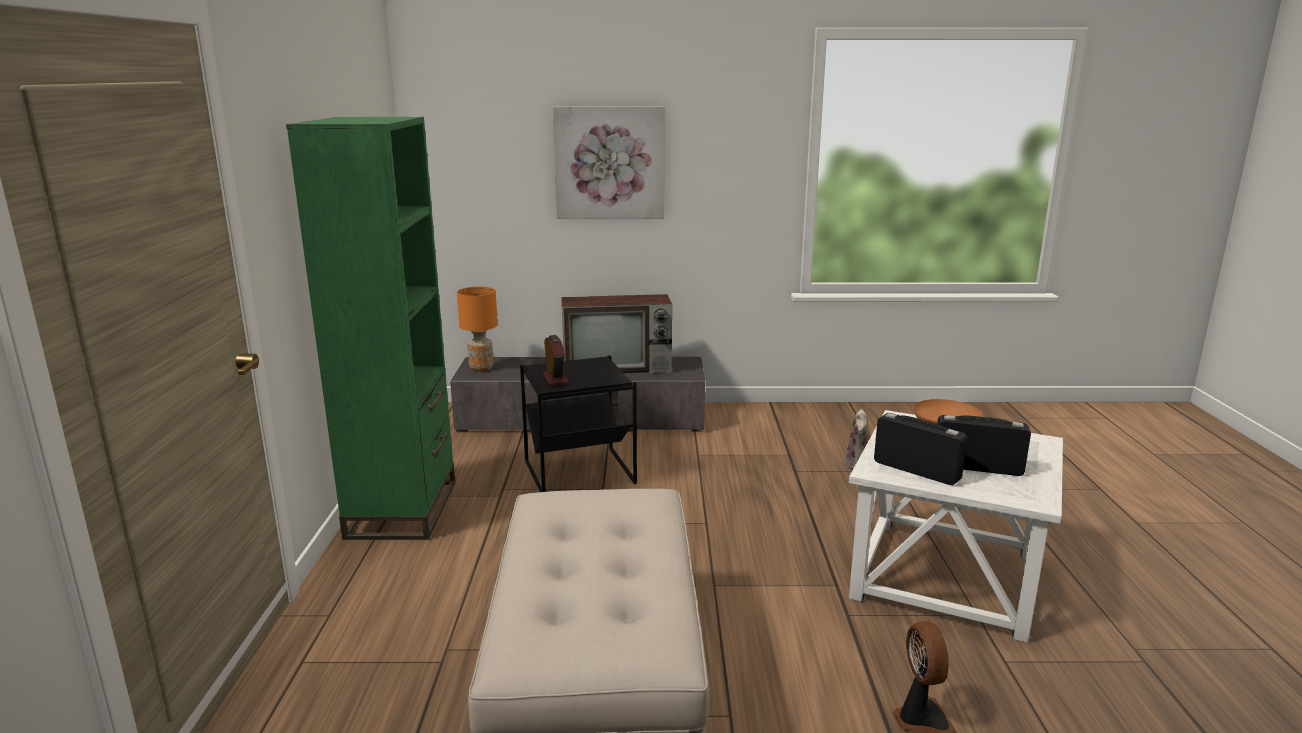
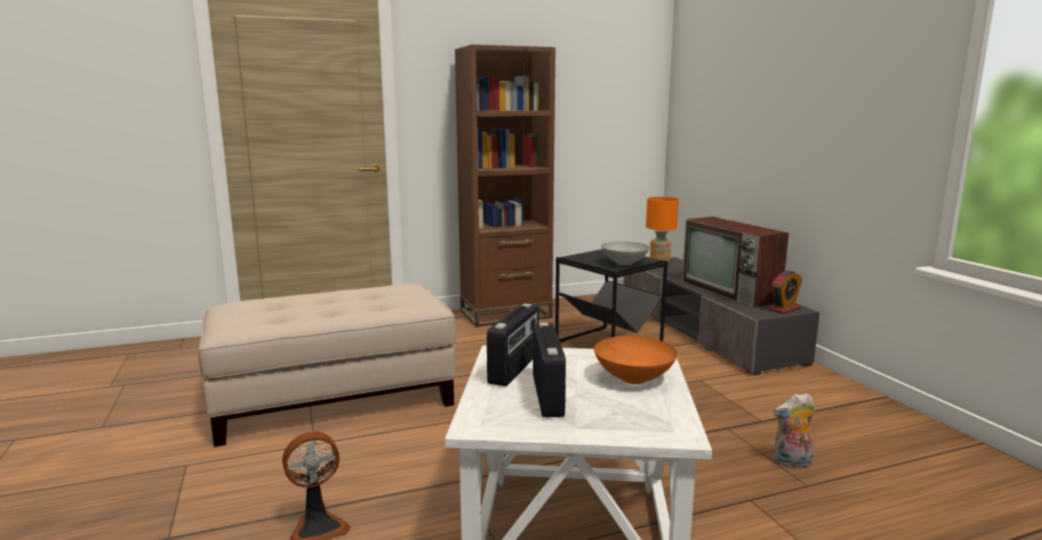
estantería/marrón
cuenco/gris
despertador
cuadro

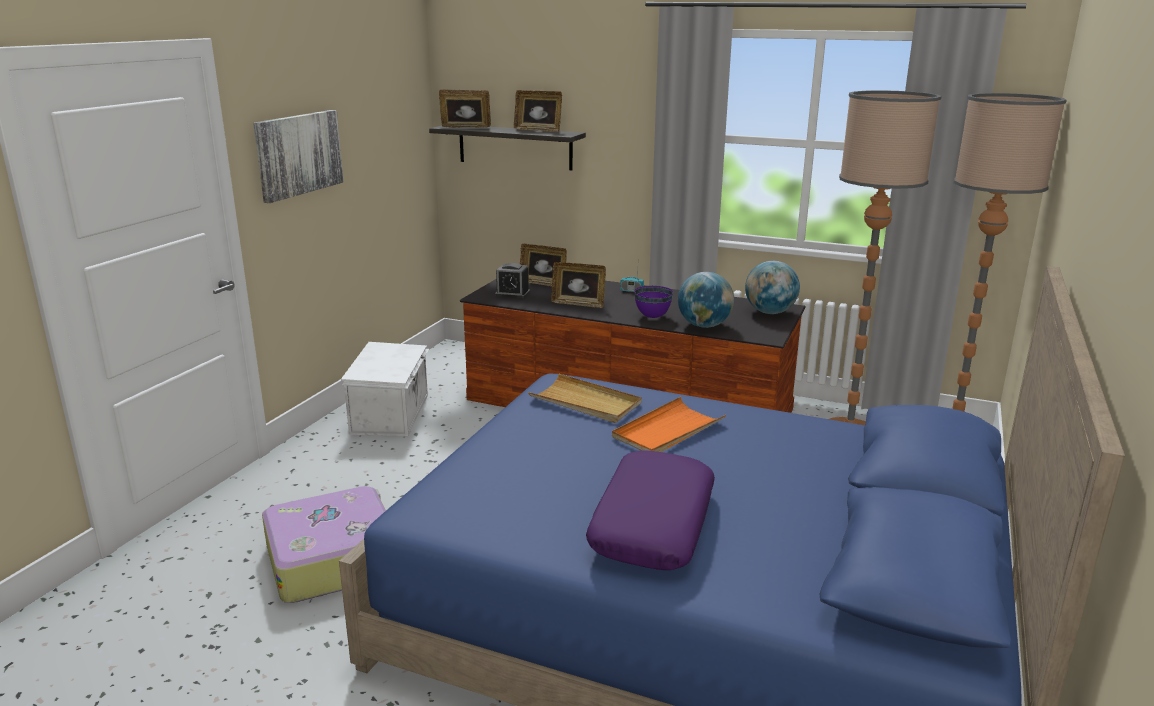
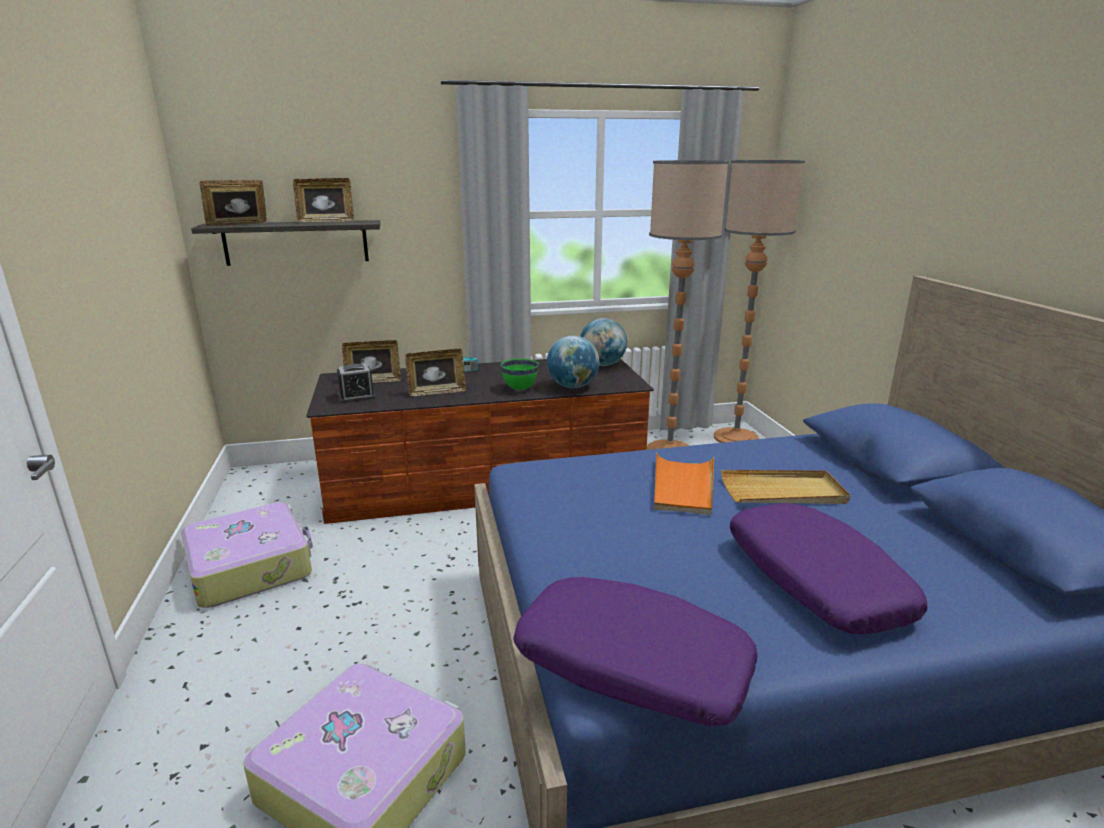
maleta (no. 1 from left)
cuenco/verde
cojín/morado (no. 1 from left)
bandeja/beis
cuadro

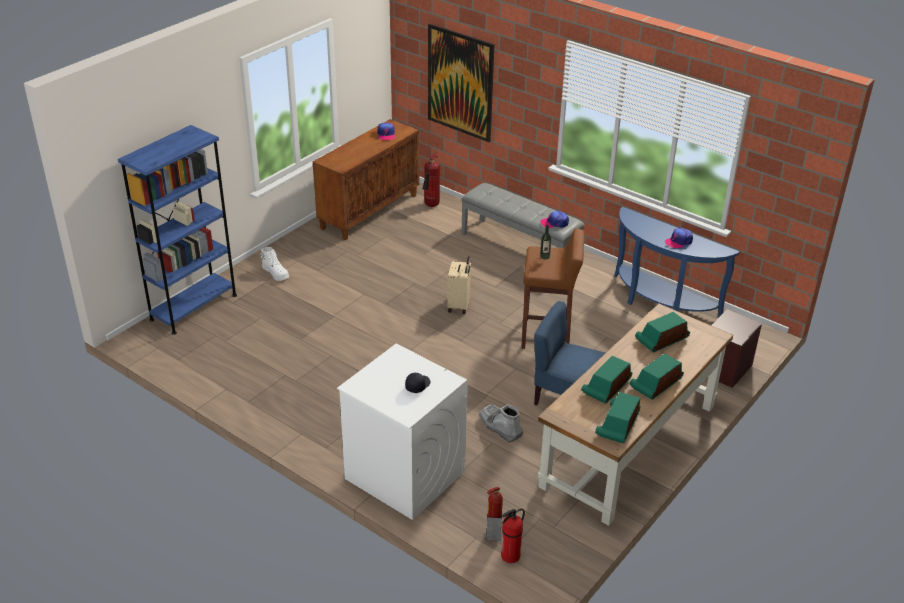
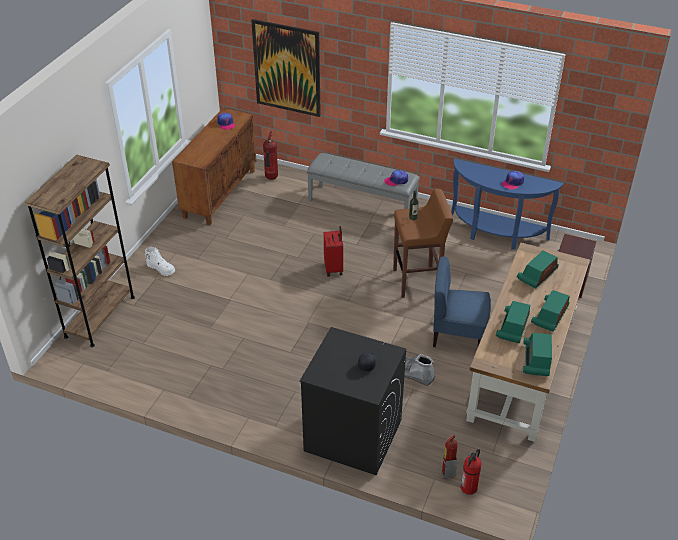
estantería/marrón
lavadora/negro
maleta/rojo

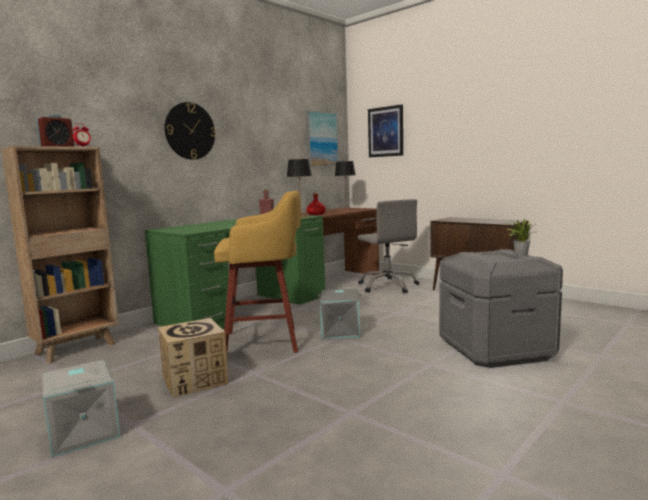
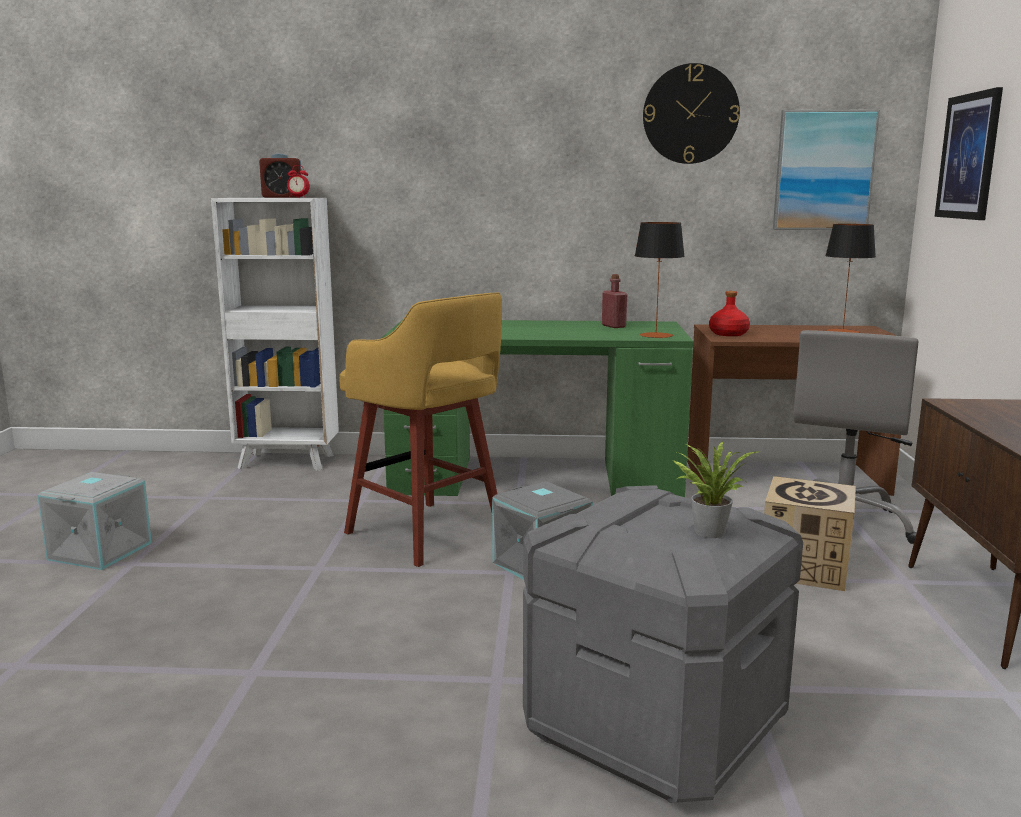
estantería/blanco
reloj de pared
caja de cartón

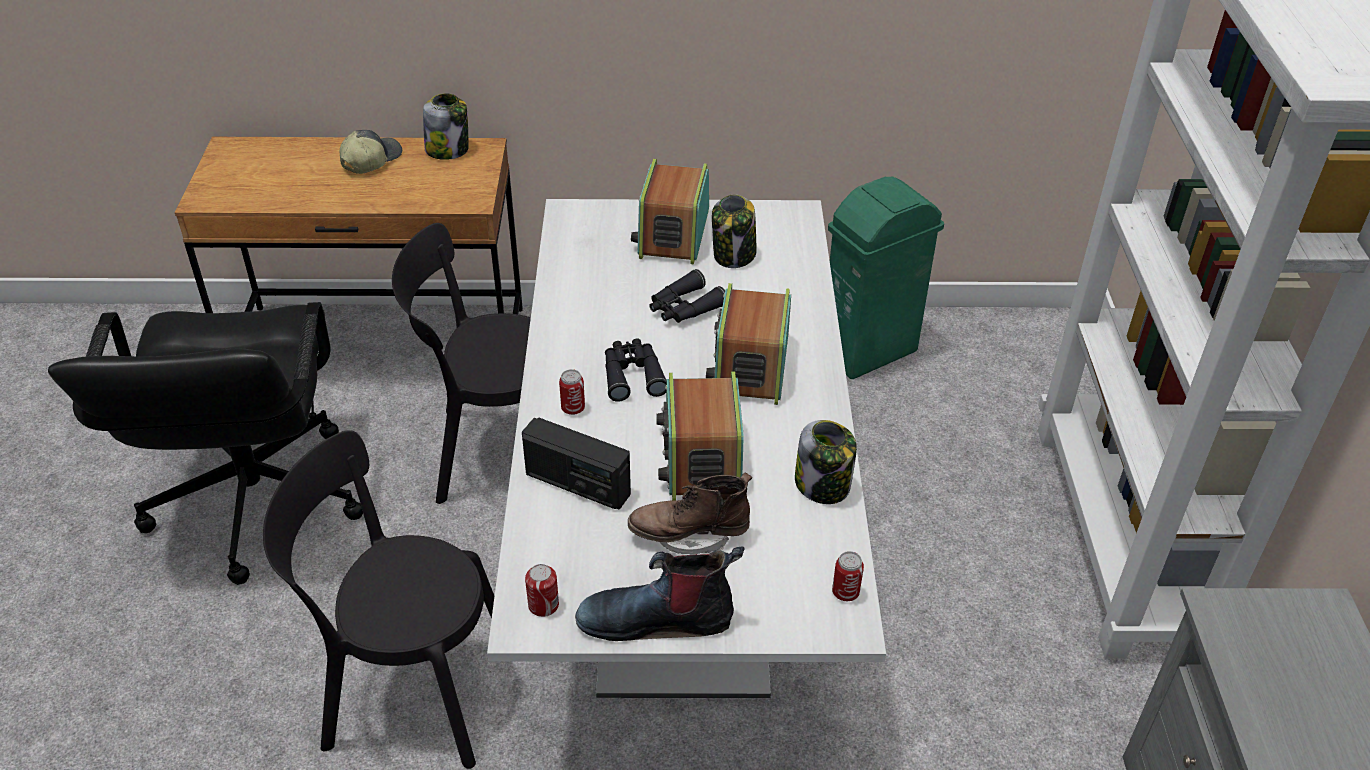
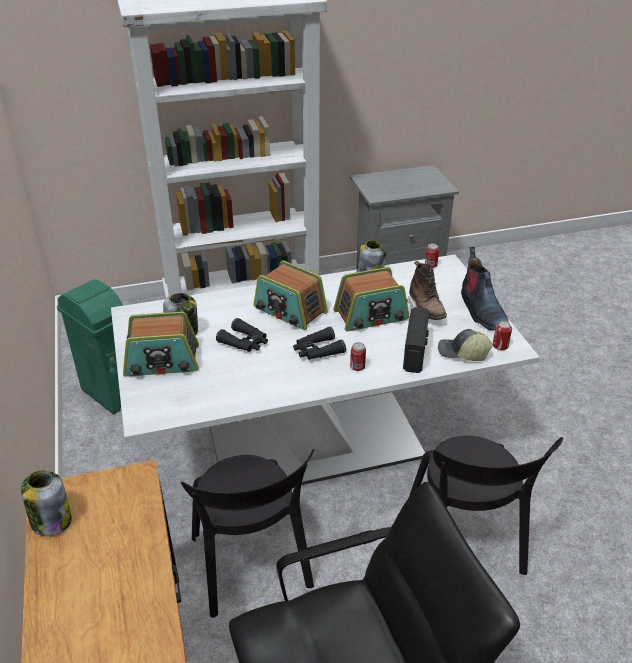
radio (no. 2 from left)
gorra

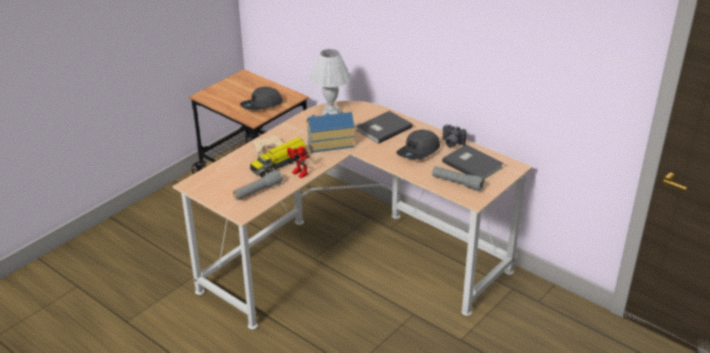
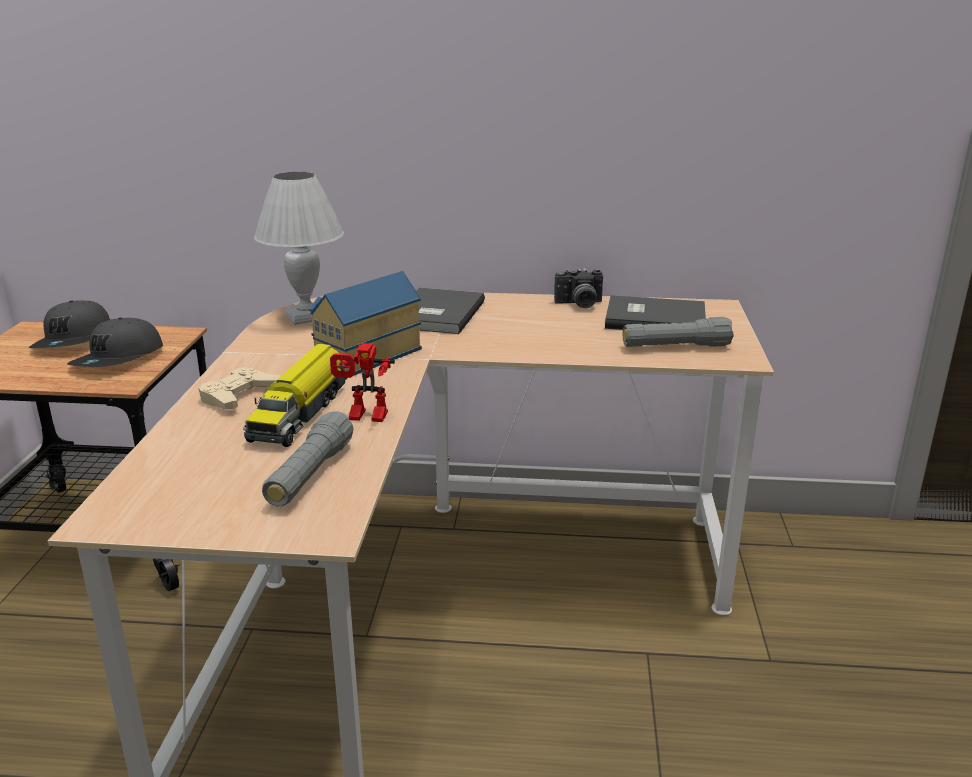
gorra/gris (no. 1 from left)

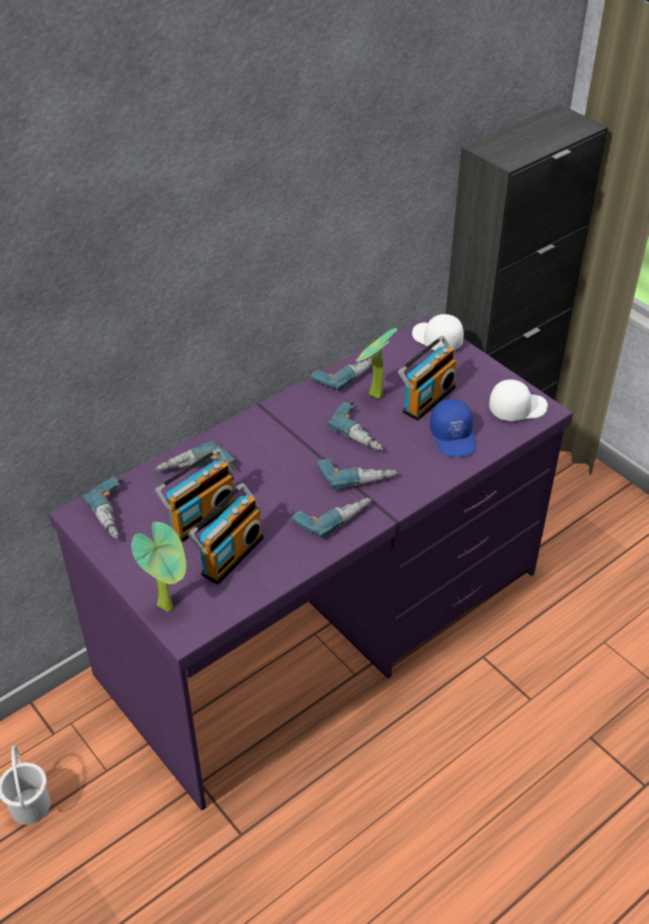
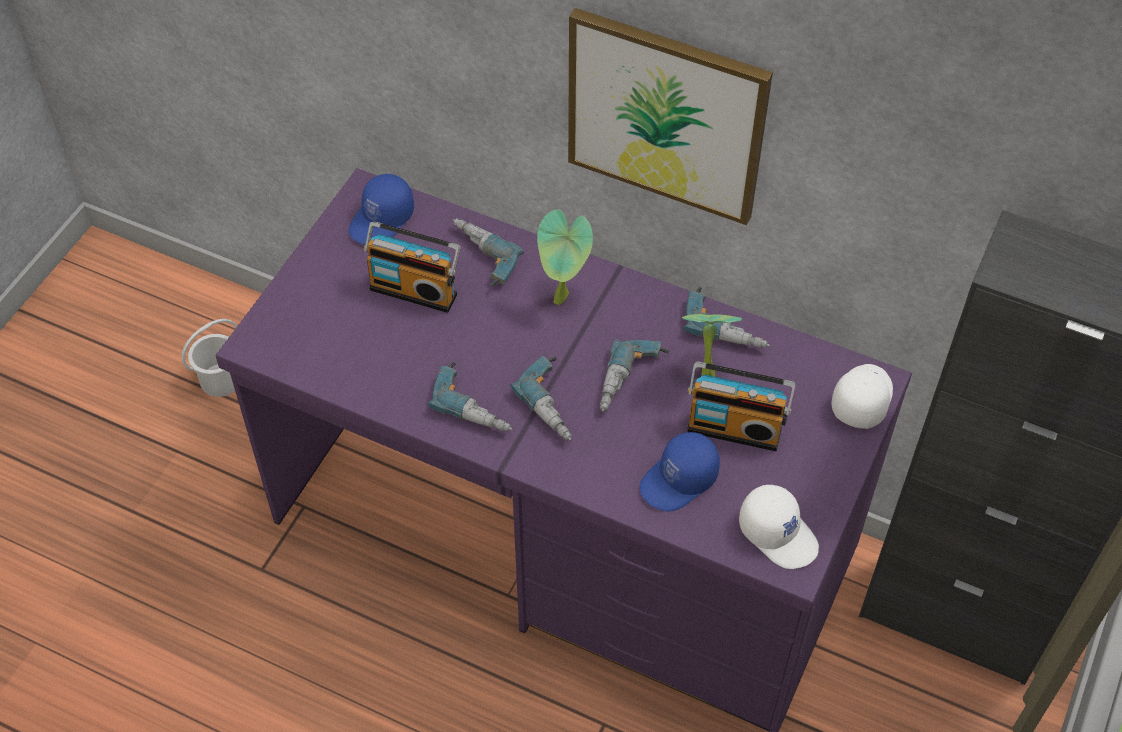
gorra/azul (no. 1 from left)
planta en maceta (no. 1 from left)
cuadro
radio (no. 2 from left in the first image)

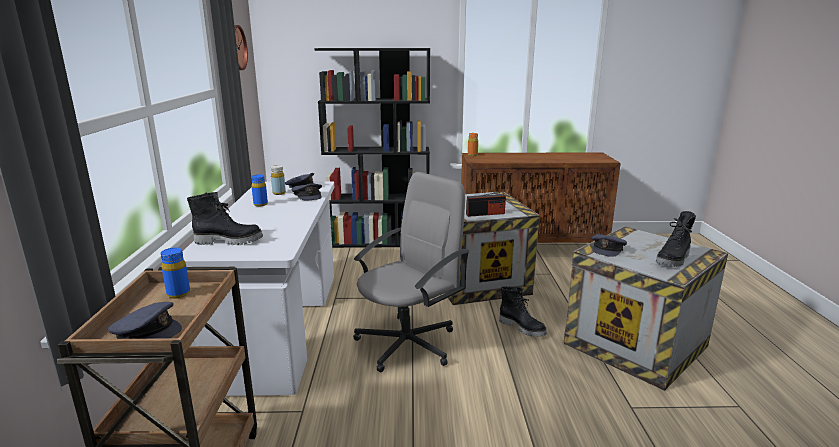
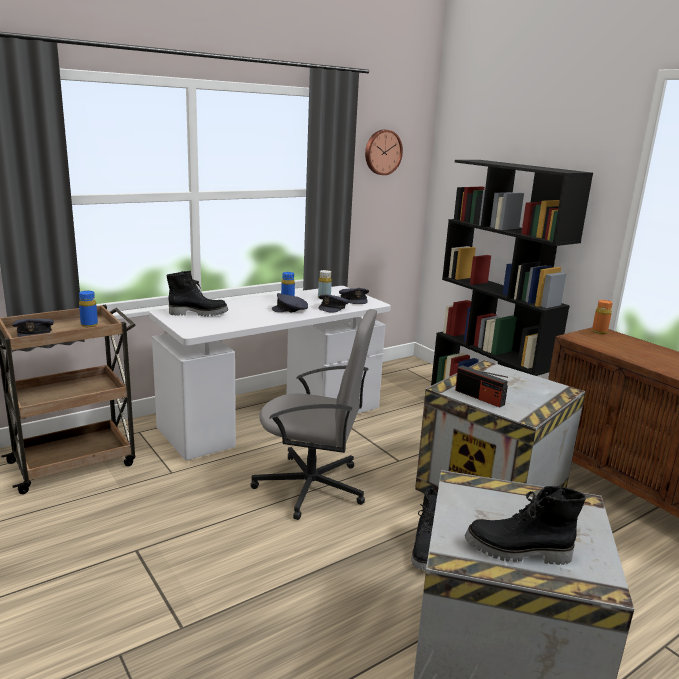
bota/negro (no. 1 from left)
gorra/gris (no. 2 from left)

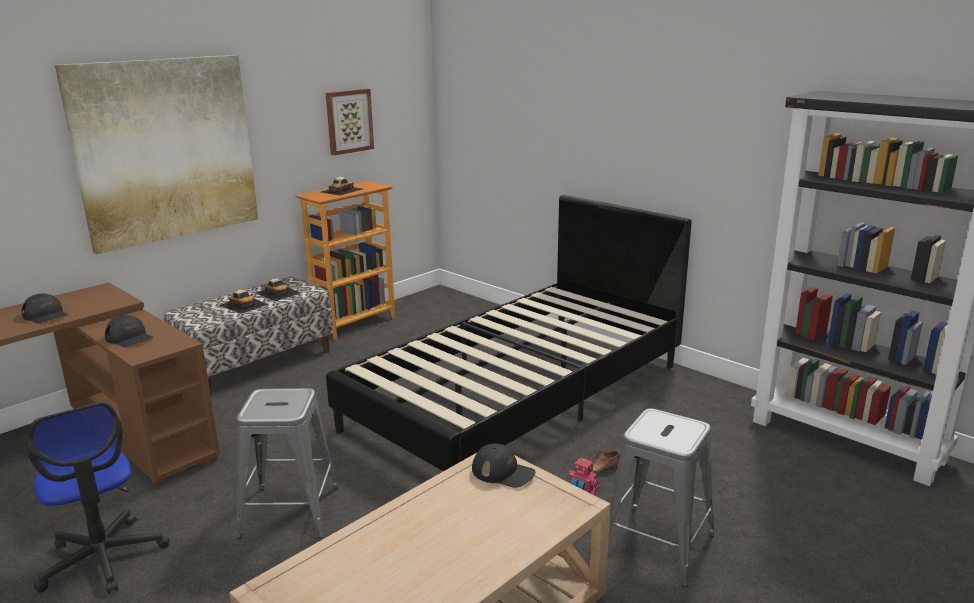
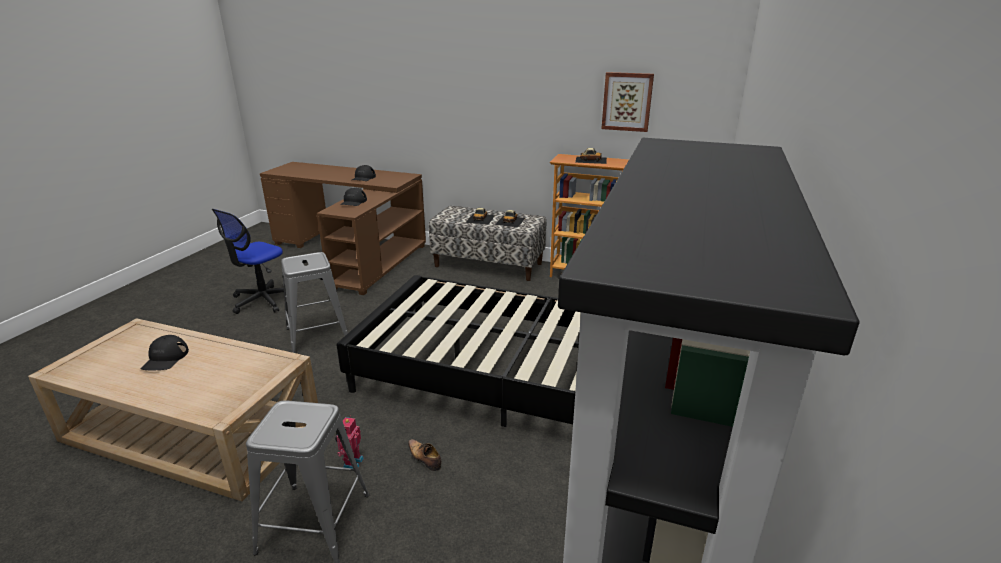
gorra/negro (no. 1 from left)
cuadro (no. 1 from left in the first image)

